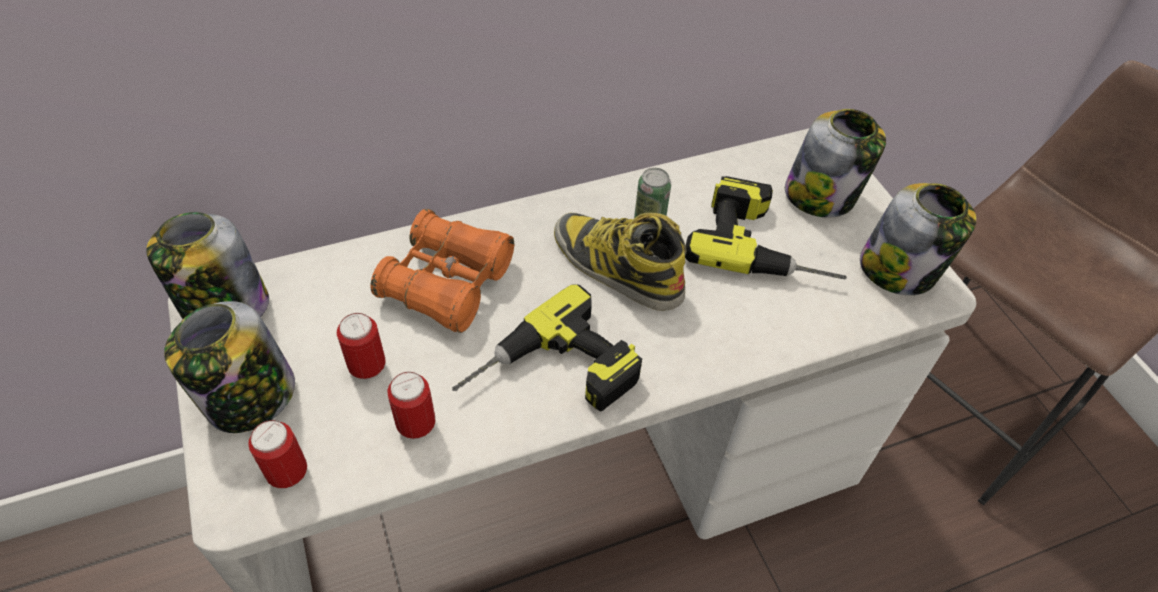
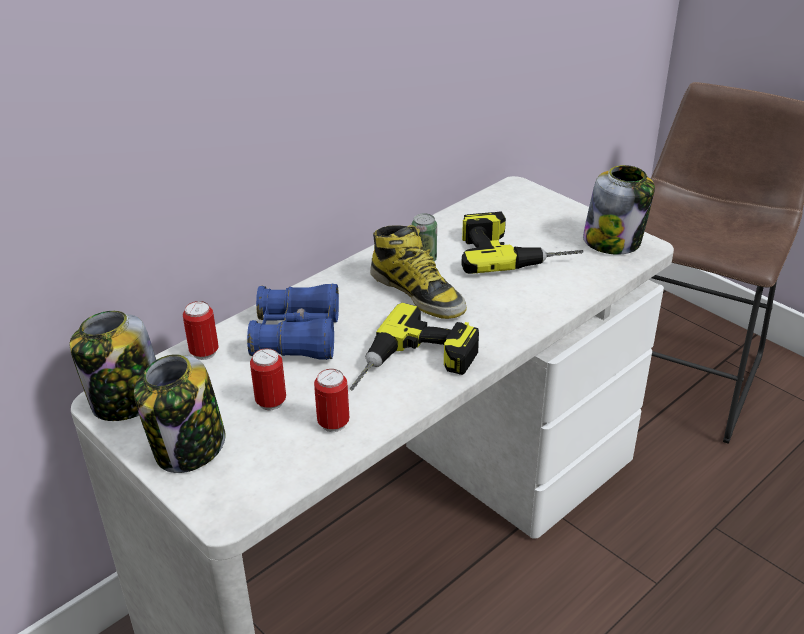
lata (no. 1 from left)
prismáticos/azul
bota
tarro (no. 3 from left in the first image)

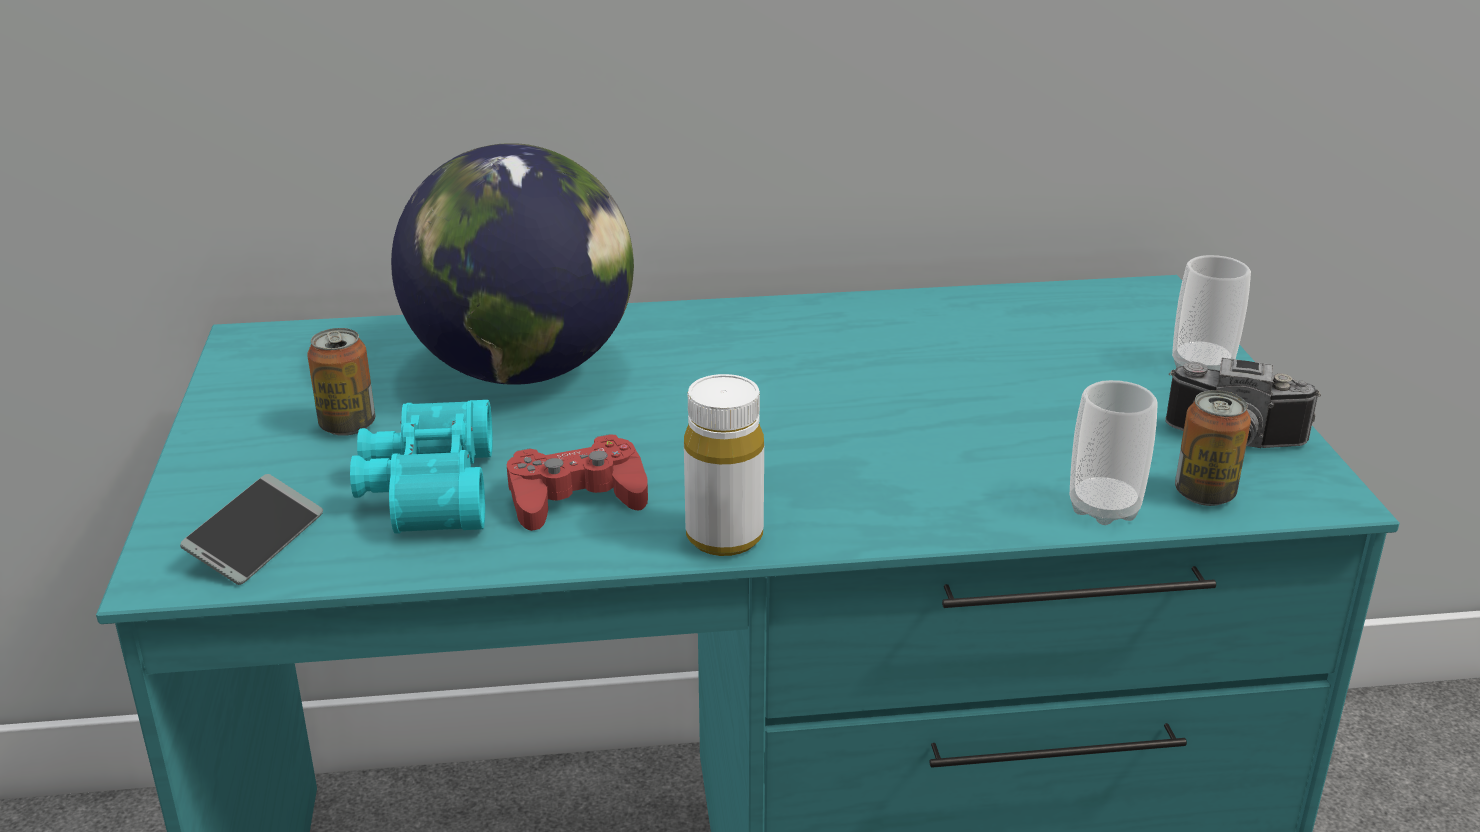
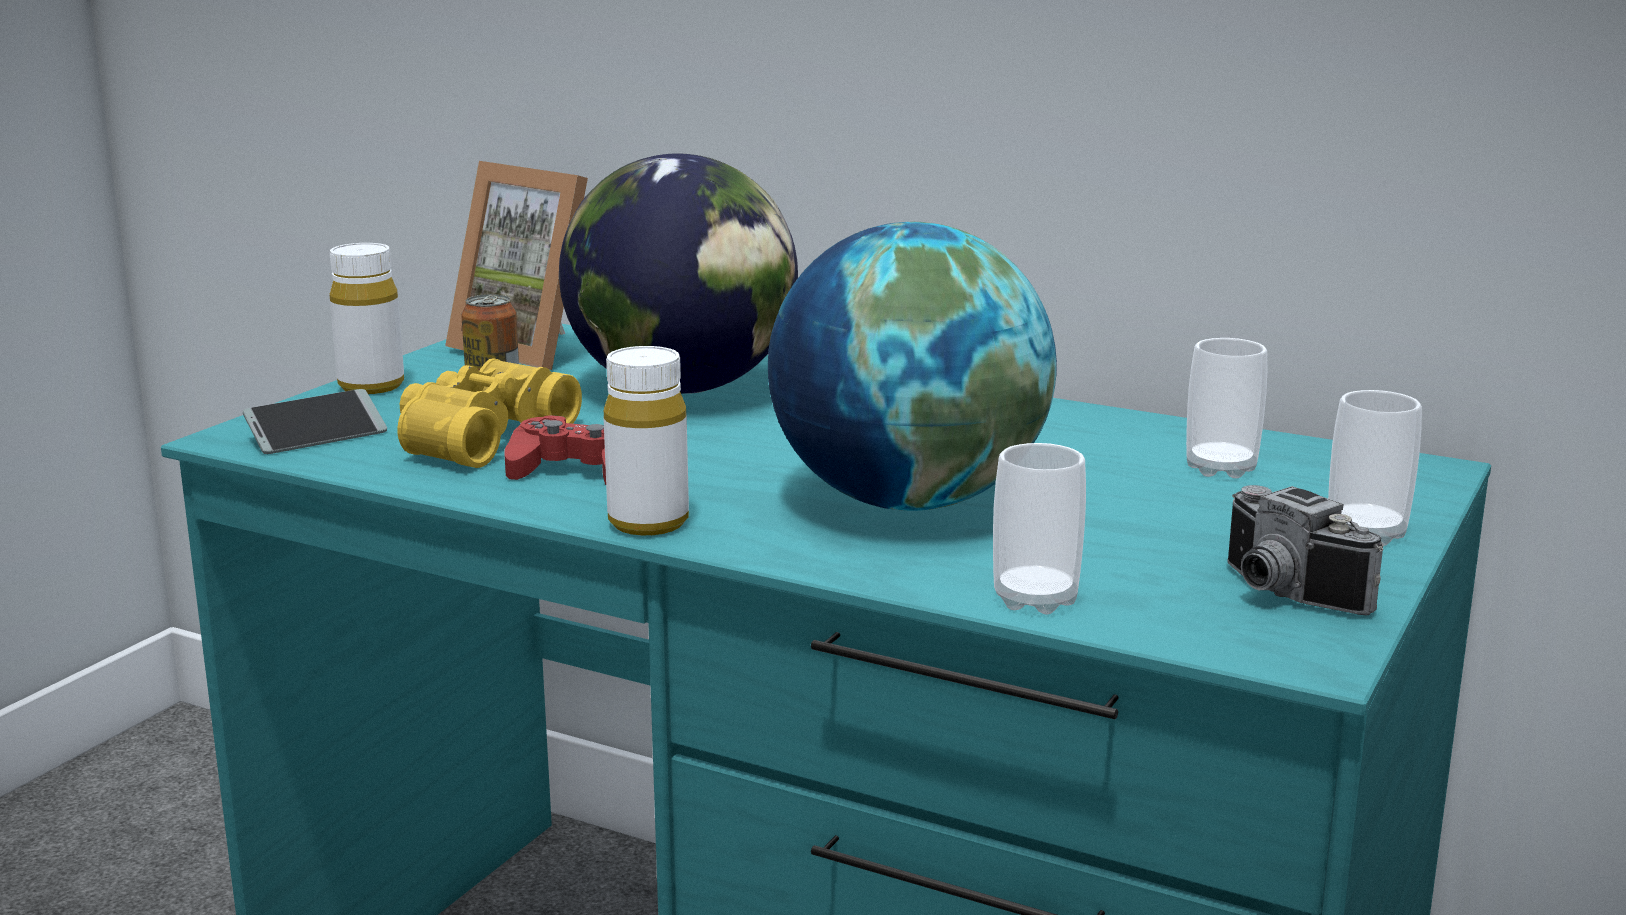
botella/blanco (no. 1 from left)
prismáticos/amarillo
portarretratos
globo terráqueo (no. 2 from left)
taza (no. 2 from left)
lata (no. 2 from left in the first image)

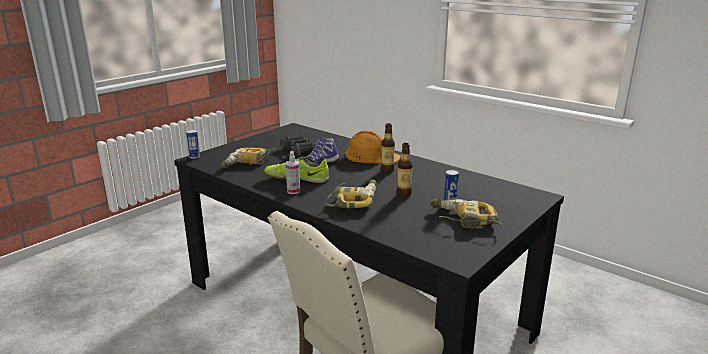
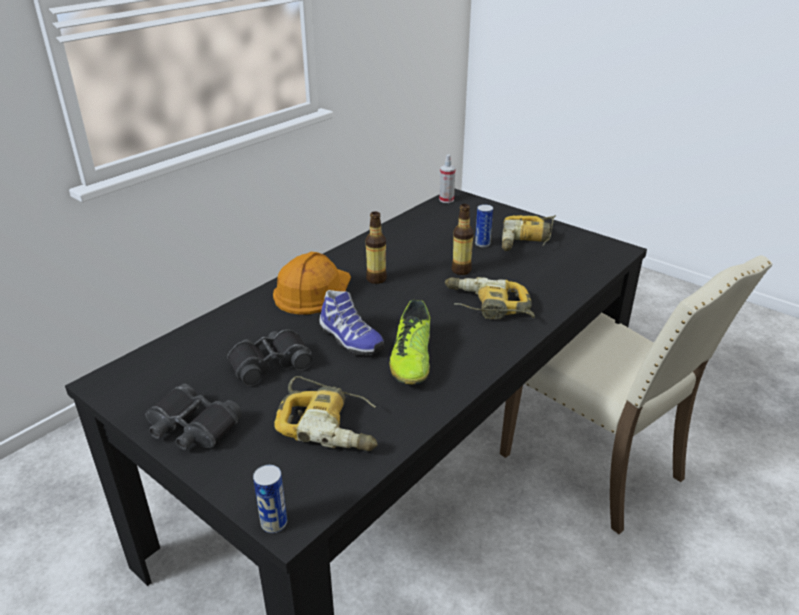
prismáticos/negro (no. 1 from left)
pulverizador

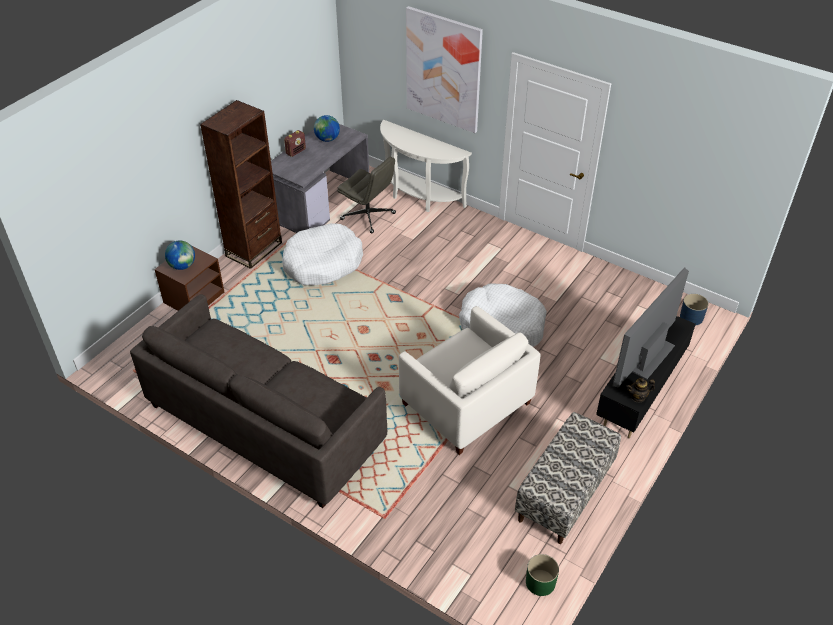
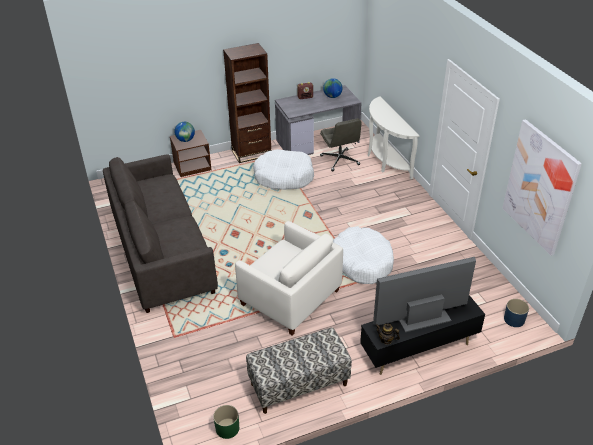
sillón/blanco
cuadro

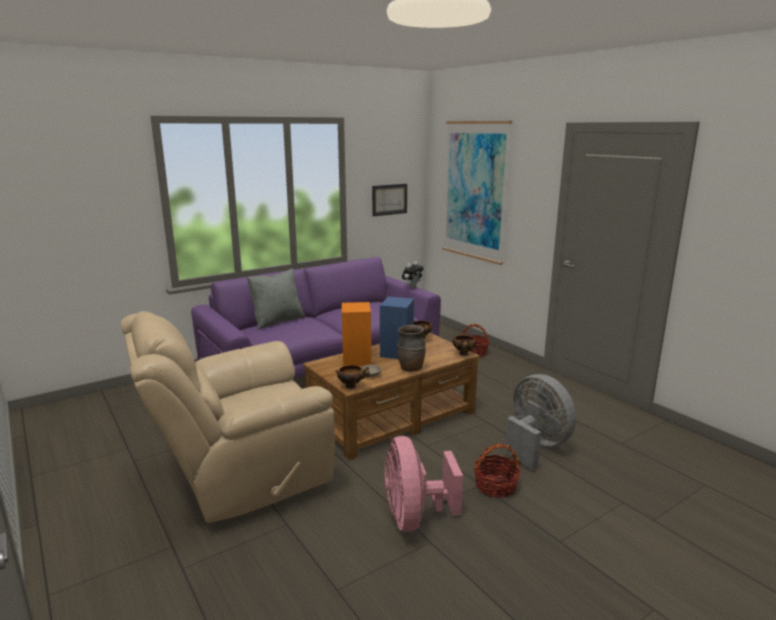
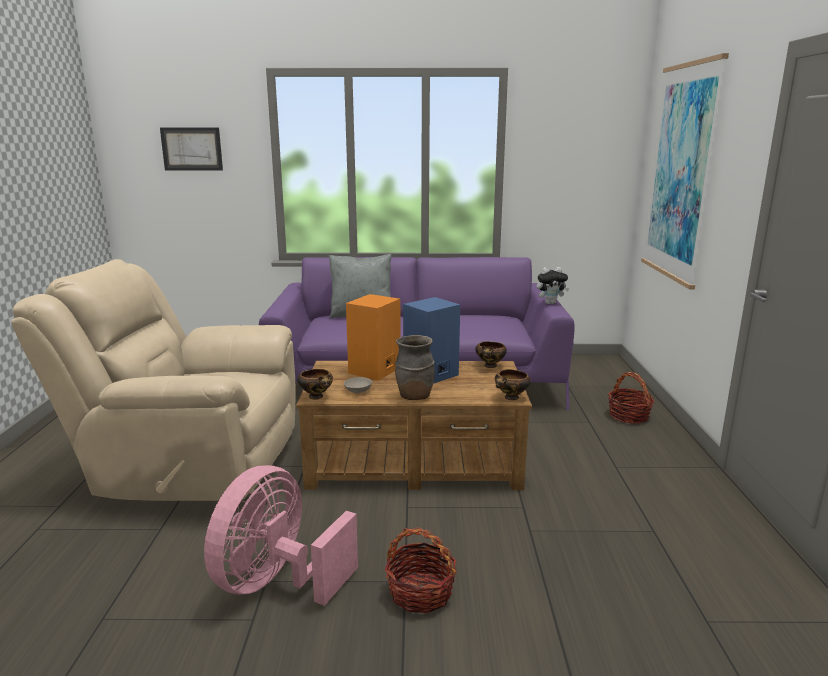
cuadro (no. 1 from left)
ventilador/gris

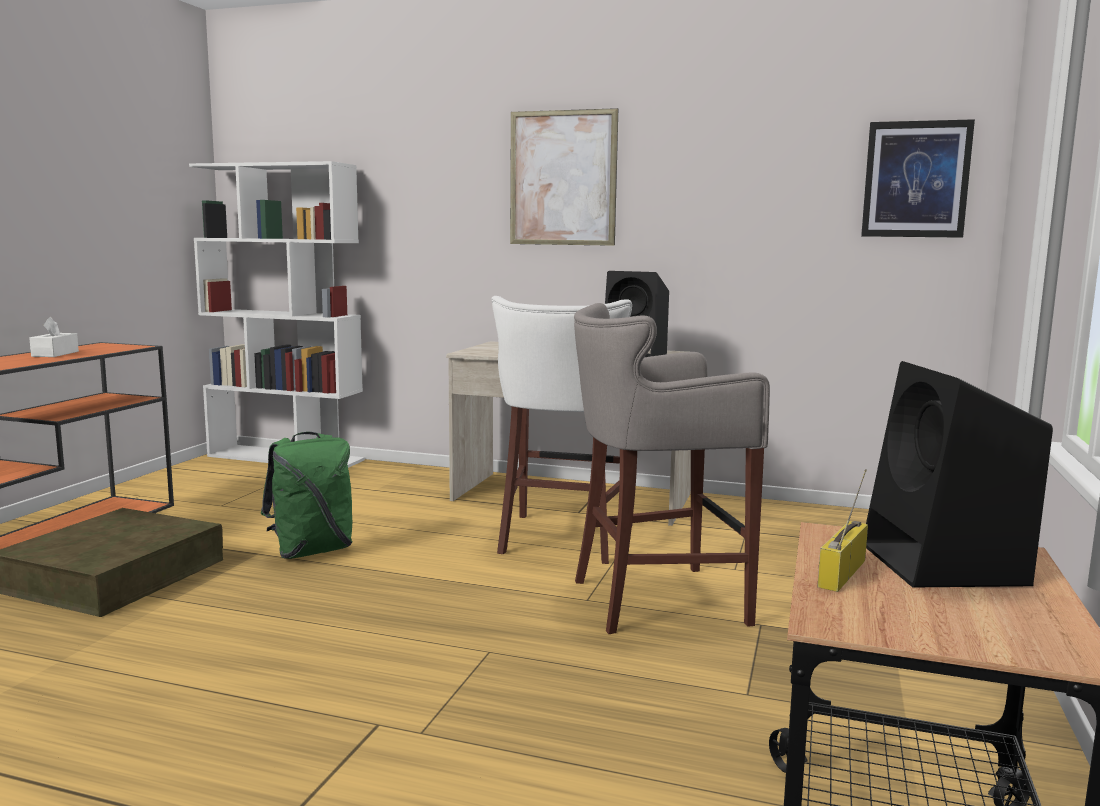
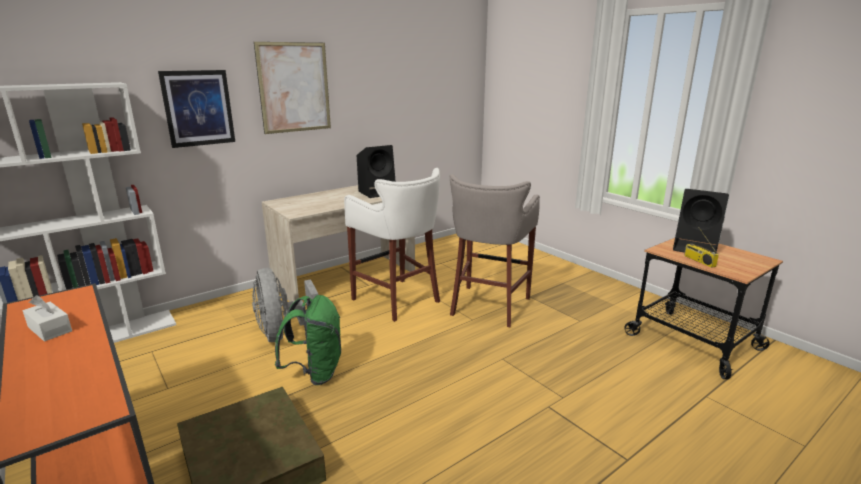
cuadro (no. 1 from left)
ventilador/gris

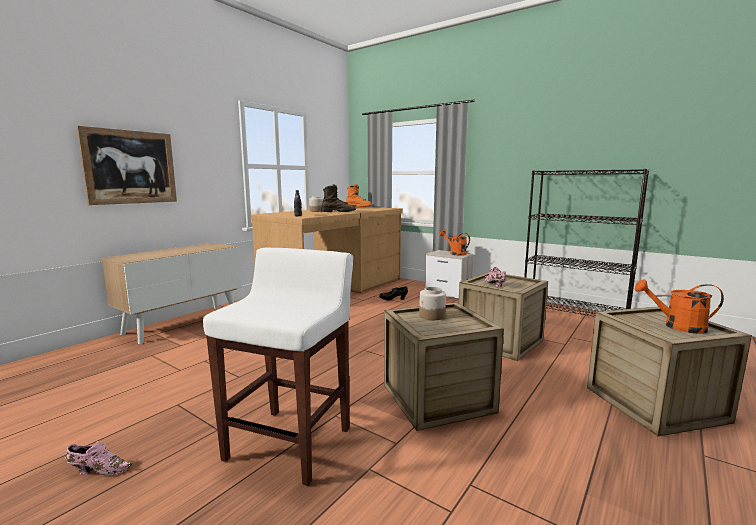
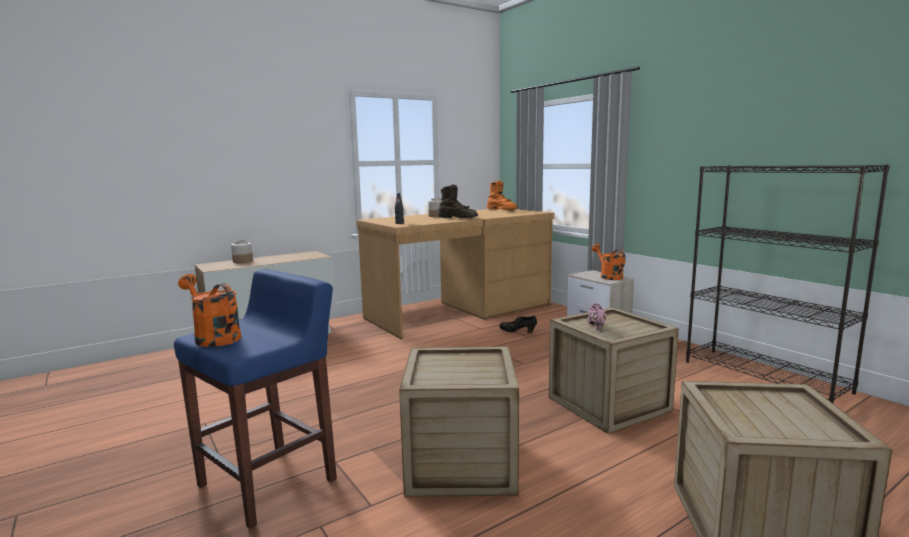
taburete/azul
regadera/naranja (no. 1 from left)
tarro (no. 1 from left)
zapato/rosa (no. 1 from left in the first image)
cuadro

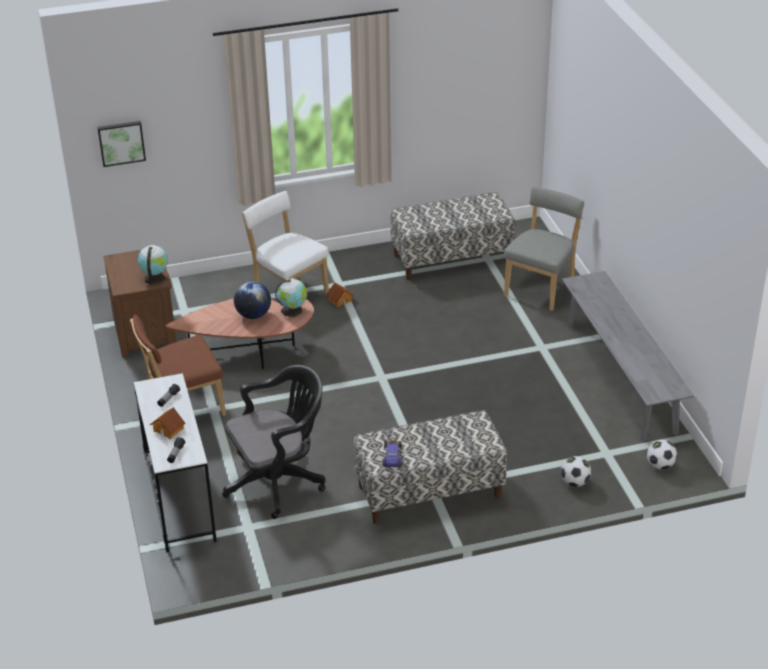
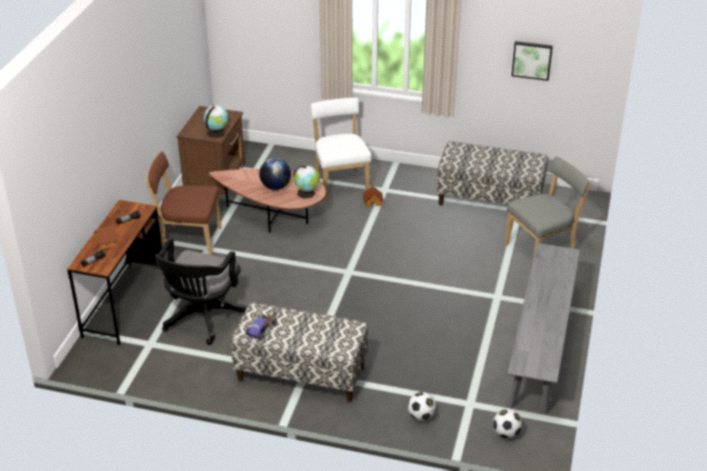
escritorio/marrón
silla de oficina/negro
cuadro

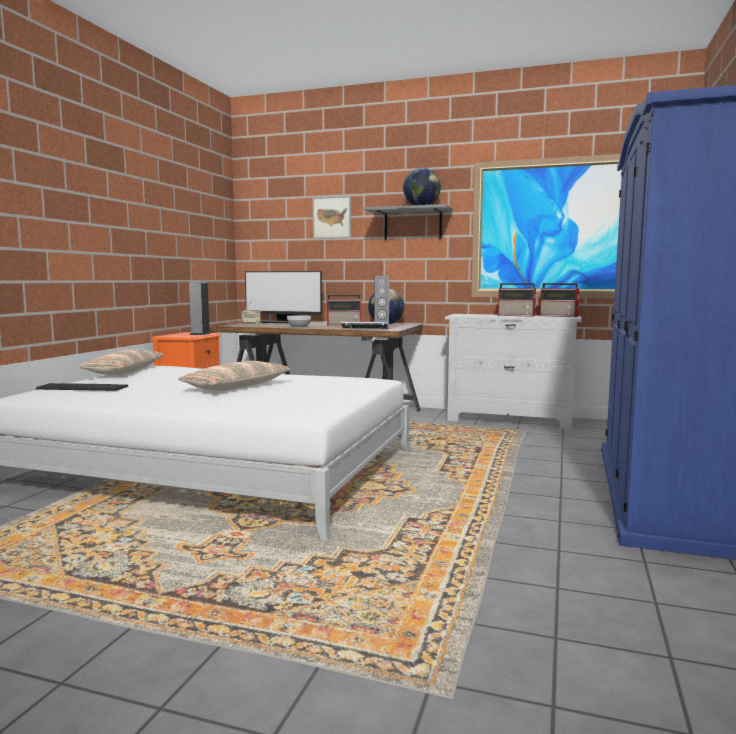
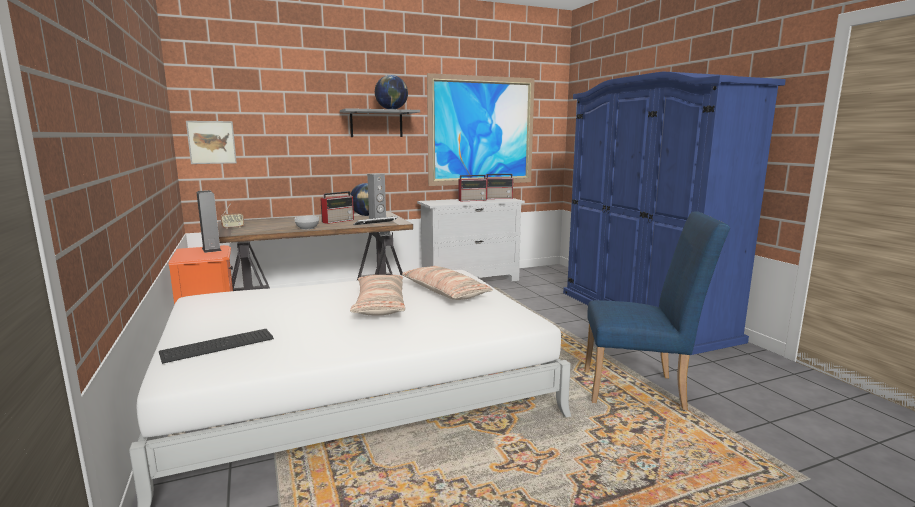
cuadro (no. 1 from left)
cojín (no. 2 from left)
silla/azul
monitor

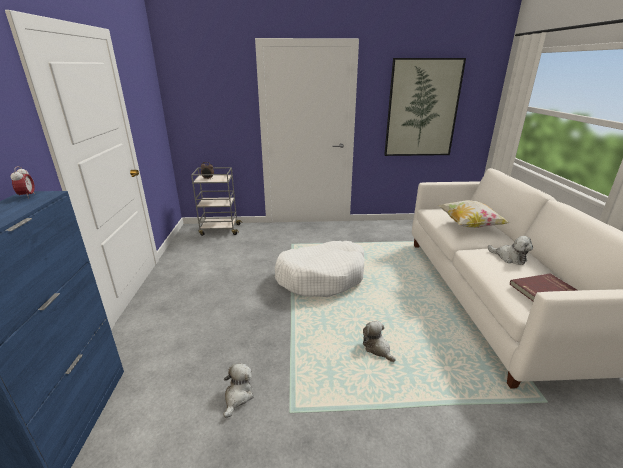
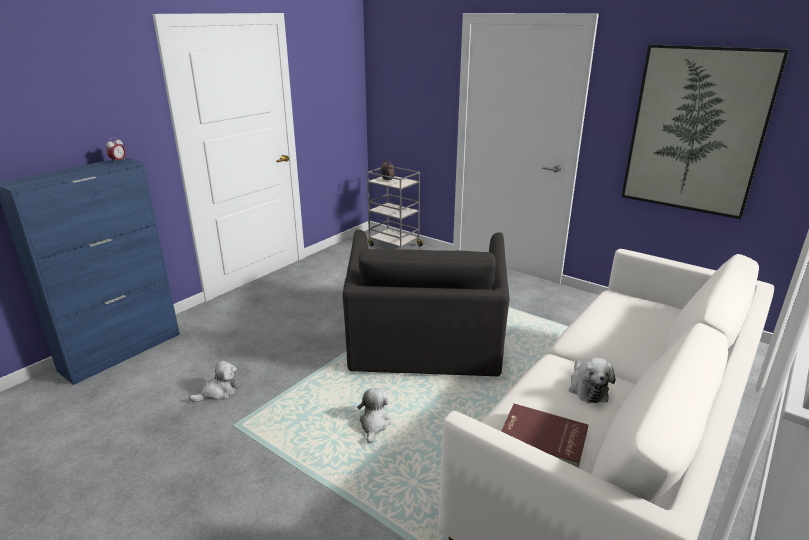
sillón/negro
cojín

